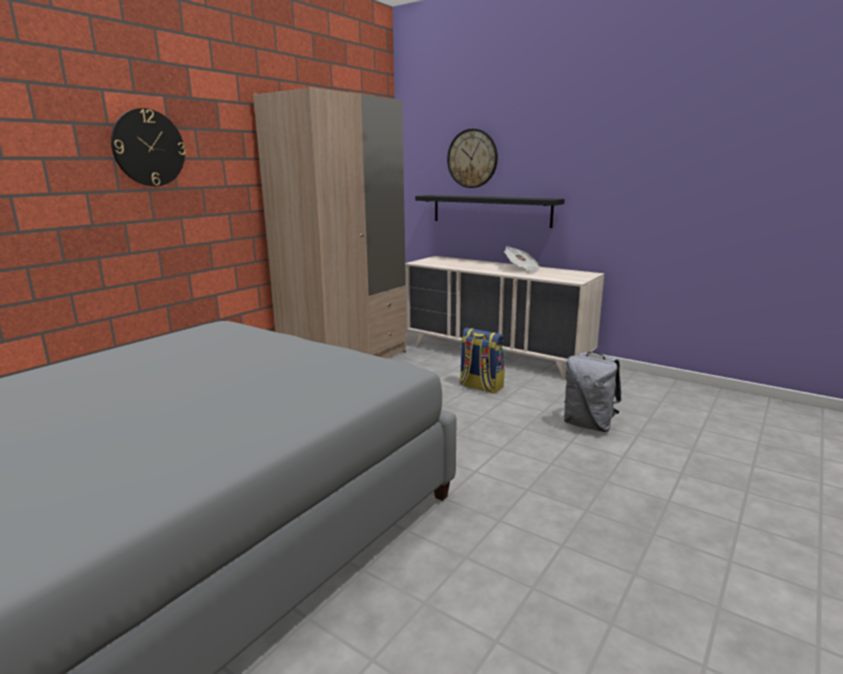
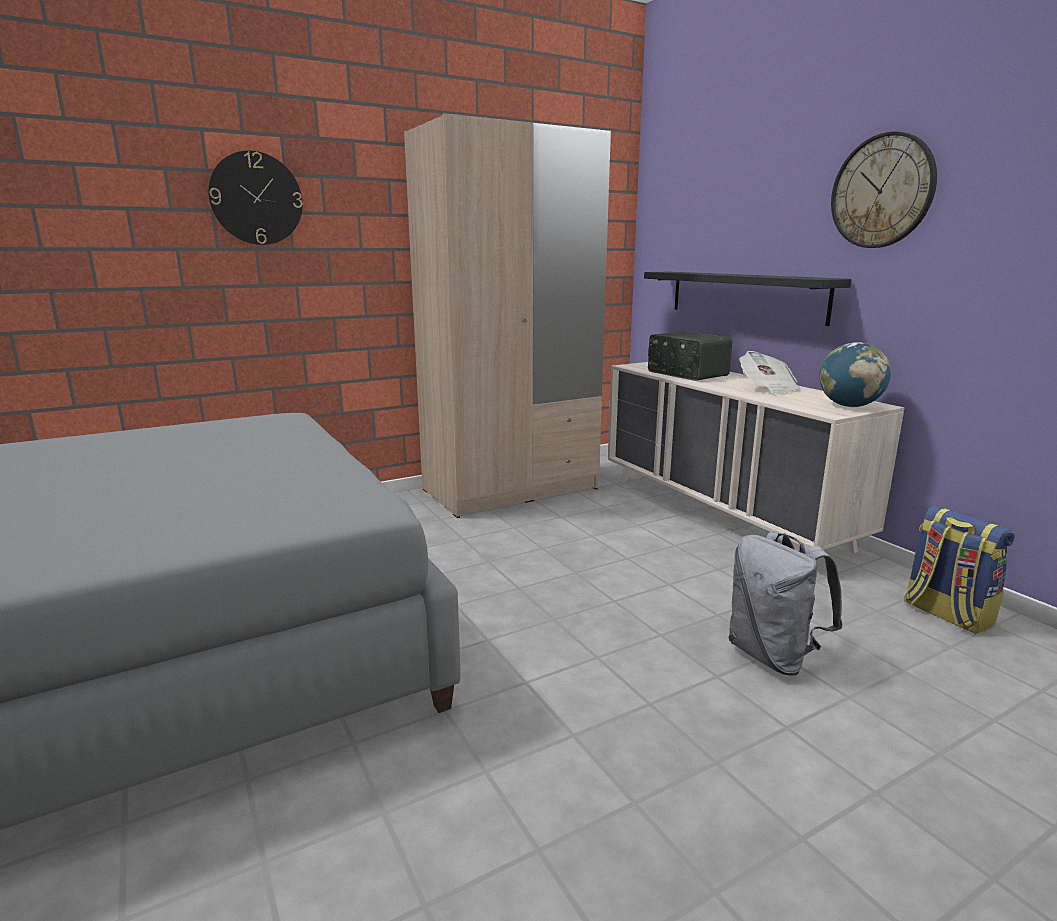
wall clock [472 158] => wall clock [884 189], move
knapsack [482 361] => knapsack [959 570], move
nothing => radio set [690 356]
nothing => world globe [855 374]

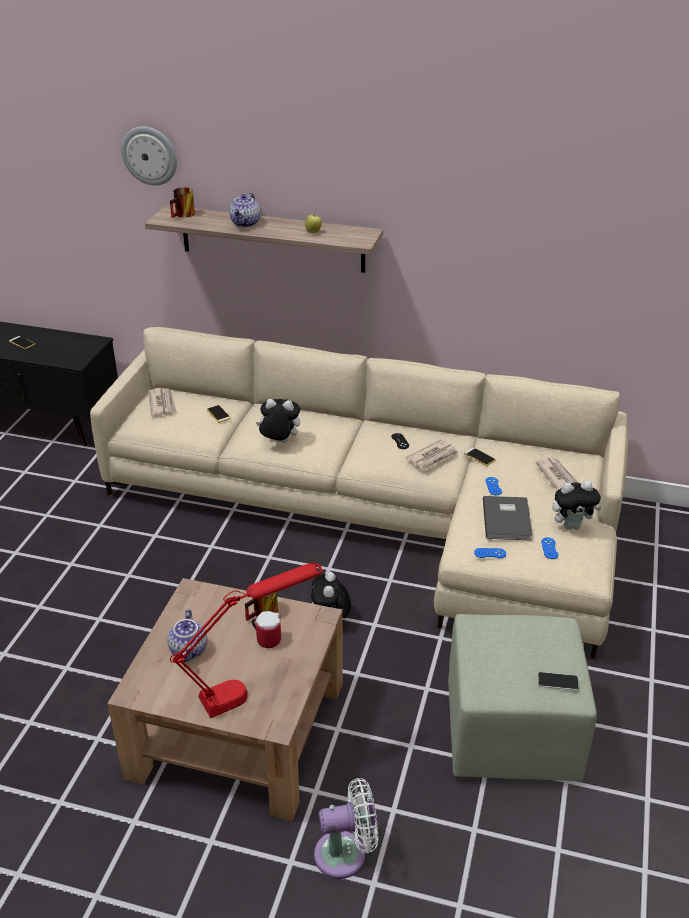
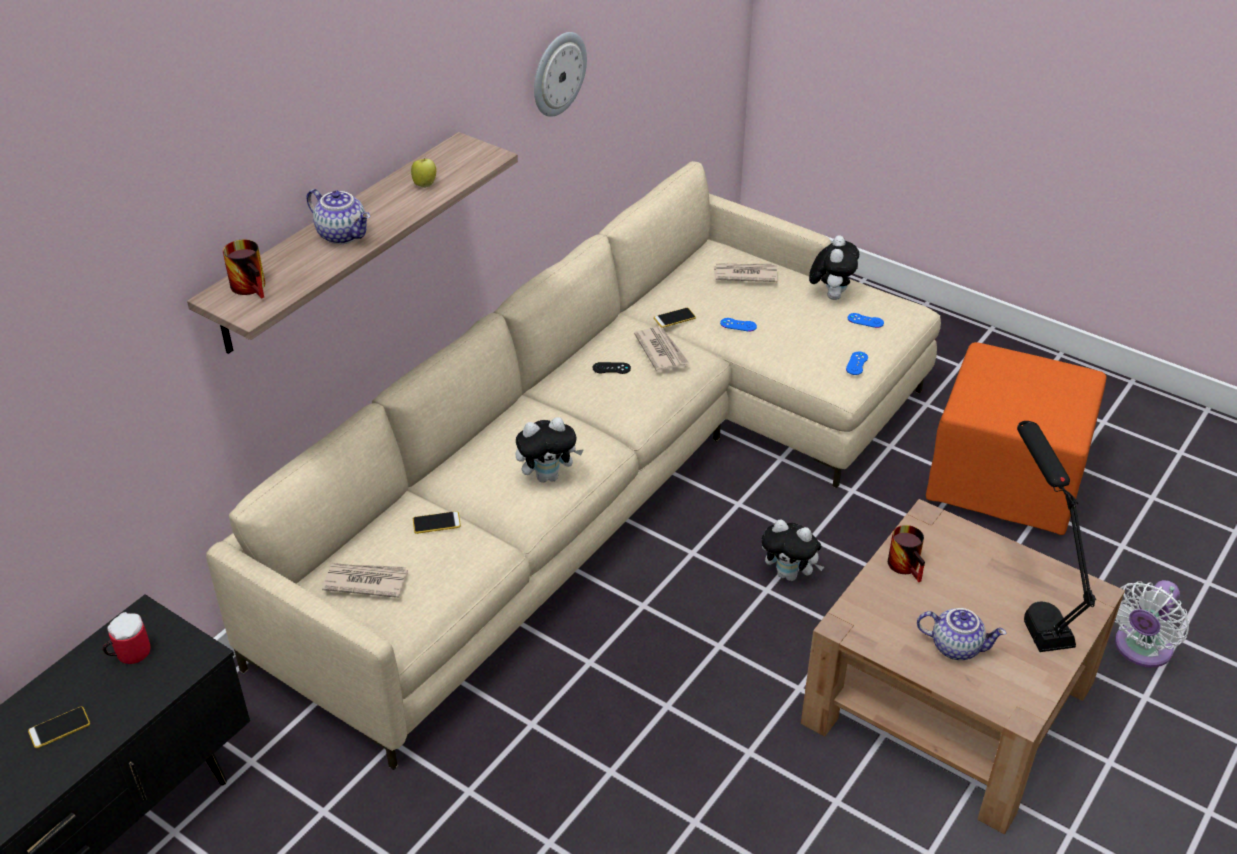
wall clock [149 156] => wall clock [560 74], move
plush toy [278 421] => plush toy [550 450], 135 degrees counterclockwise
gray book [507 518] => nothing
red-coloured table lamp [246 640] => black-coloured table lamp [1056 536]
mug [266 629] => mug [127 638], move
green-coloured pouffe [522 697] => orangey pouffe [1016 438]
telephone [558 681] => nothing
white cooling fan [346 828] => white cooling fan [1152 623], 150 degrees counterclockwise

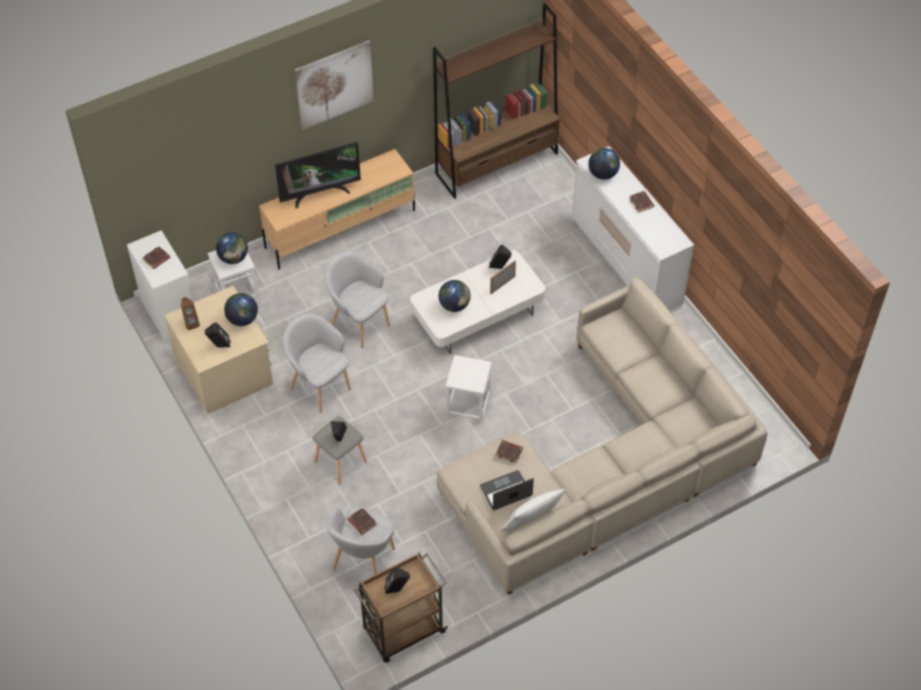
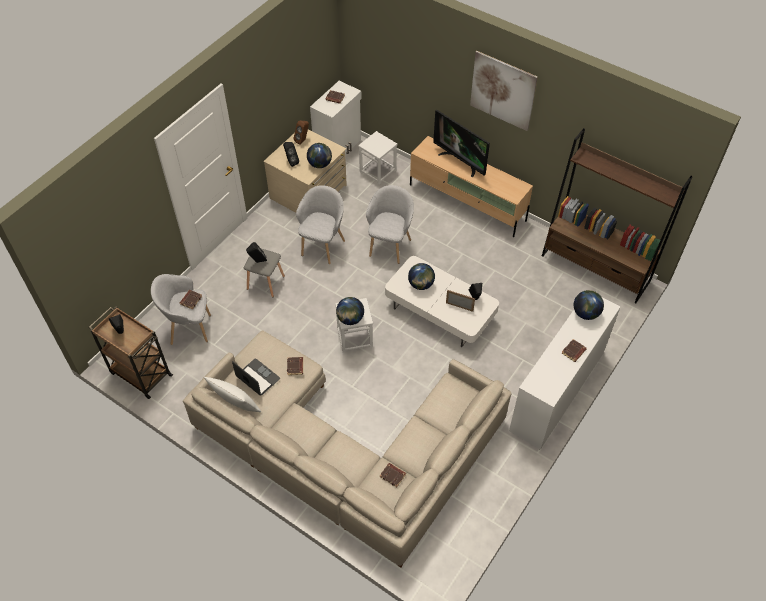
world globe [232 248] => world globe [350 311], move
nothing => brown book [393 475]

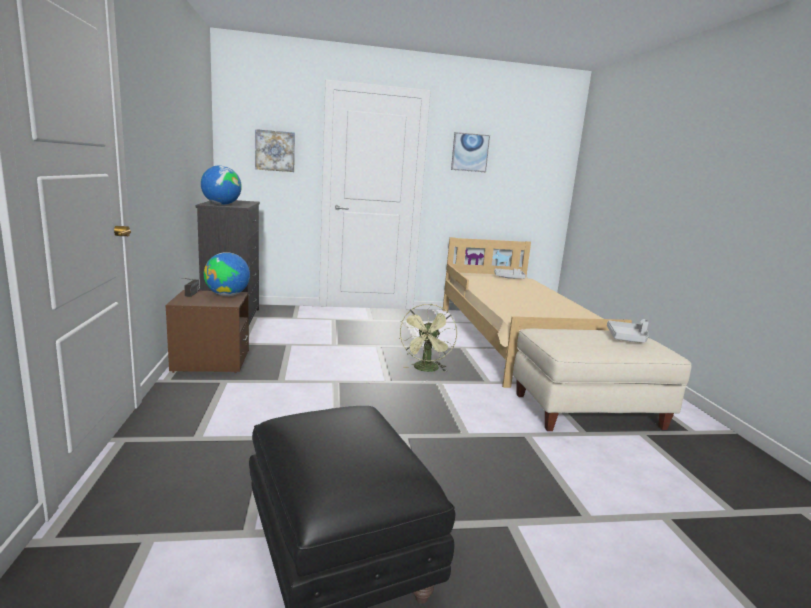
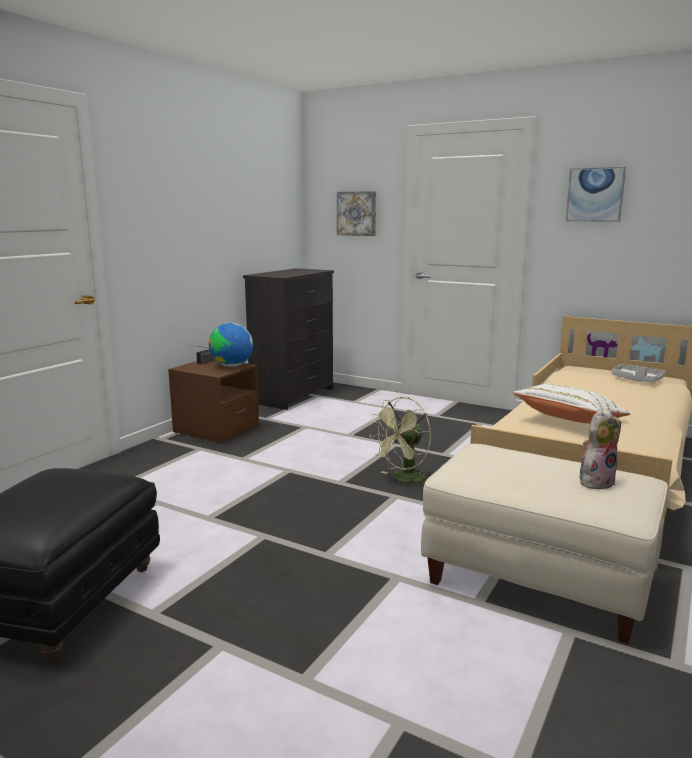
world globe [221 185] => nothing
gray serving tray [628 331] => plush toy [600 448]
nothing => white throw pillow [572 403]

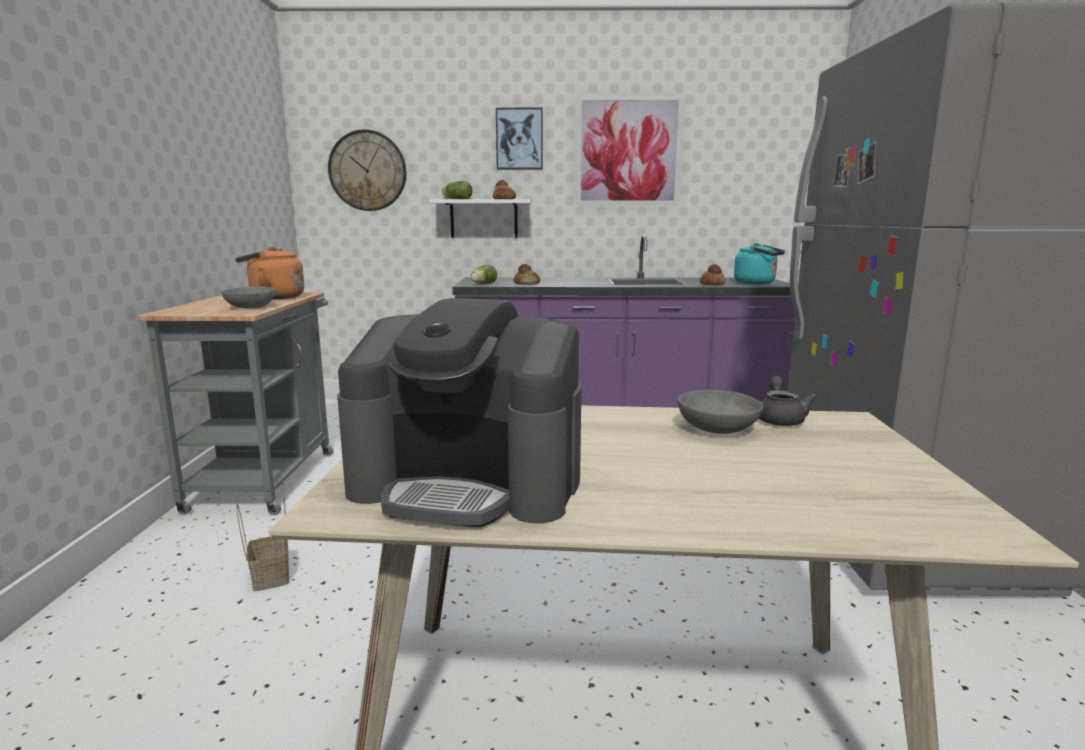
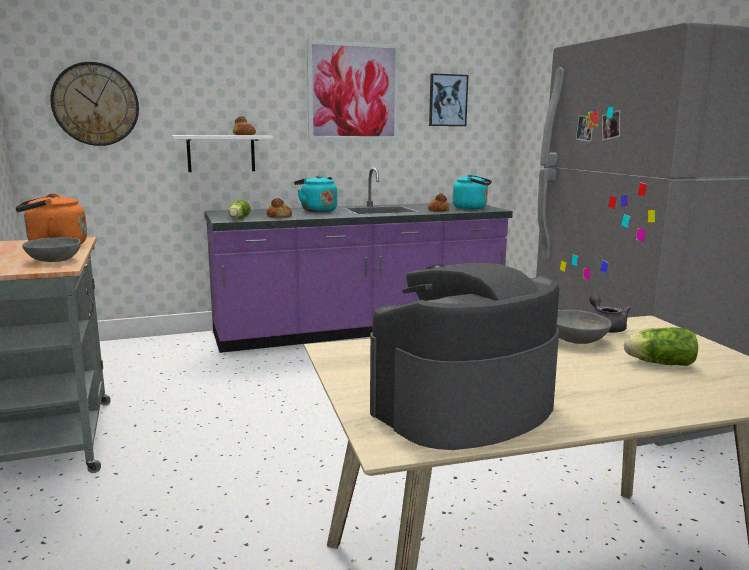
wall picture [519 139] => wall picture [449 99], move
head of lettuce [457 190] => head of lettuce [661 346], move
coffee maker [459 413] => coffee maker [464 356], 150 degrees clockwise
basket [262 544] => nothing
nothing => turquoise-coloured tea kettle [315 193]

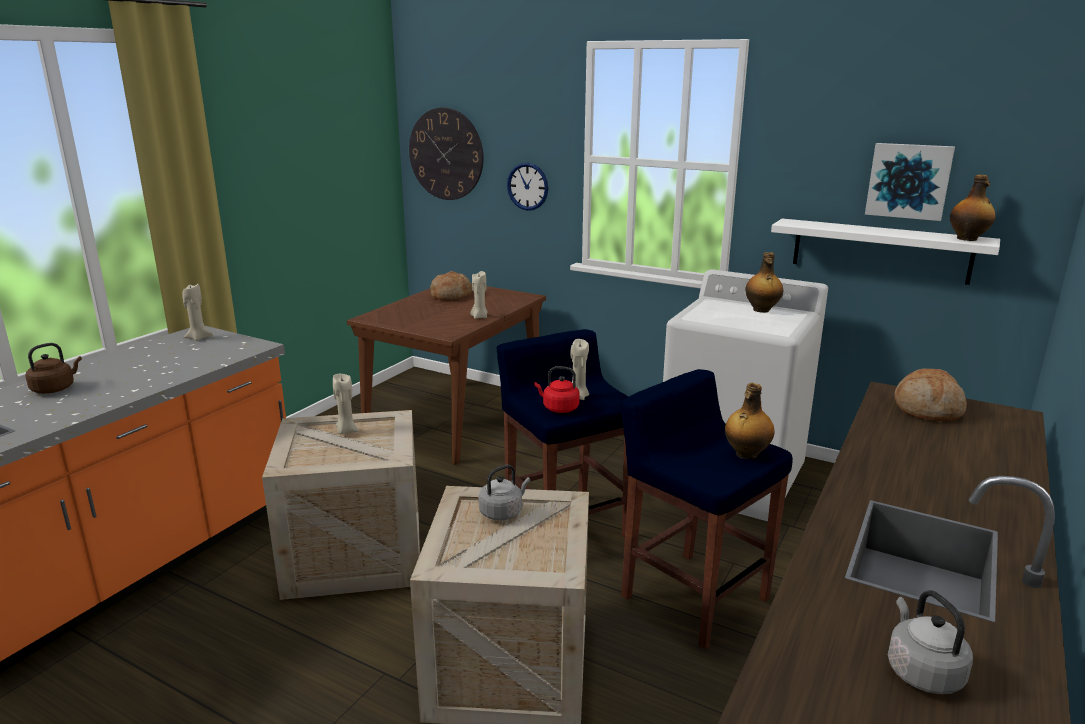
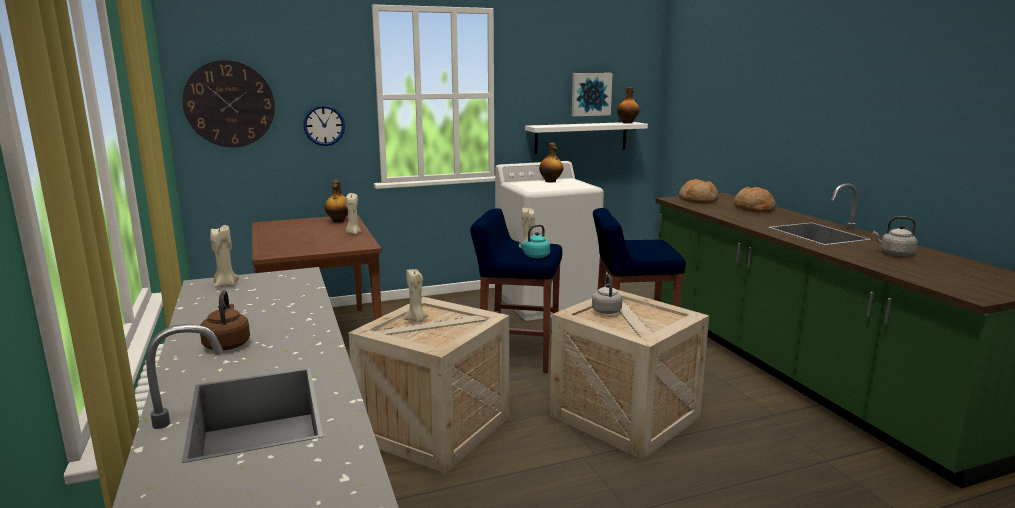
bread [451 286] => bread [755 199], move
red-coloured tea kettle [557 389] => turquoise-coloured tea kettle [534 241]
drink bottle [750 421] => drink bottle [336 201], move

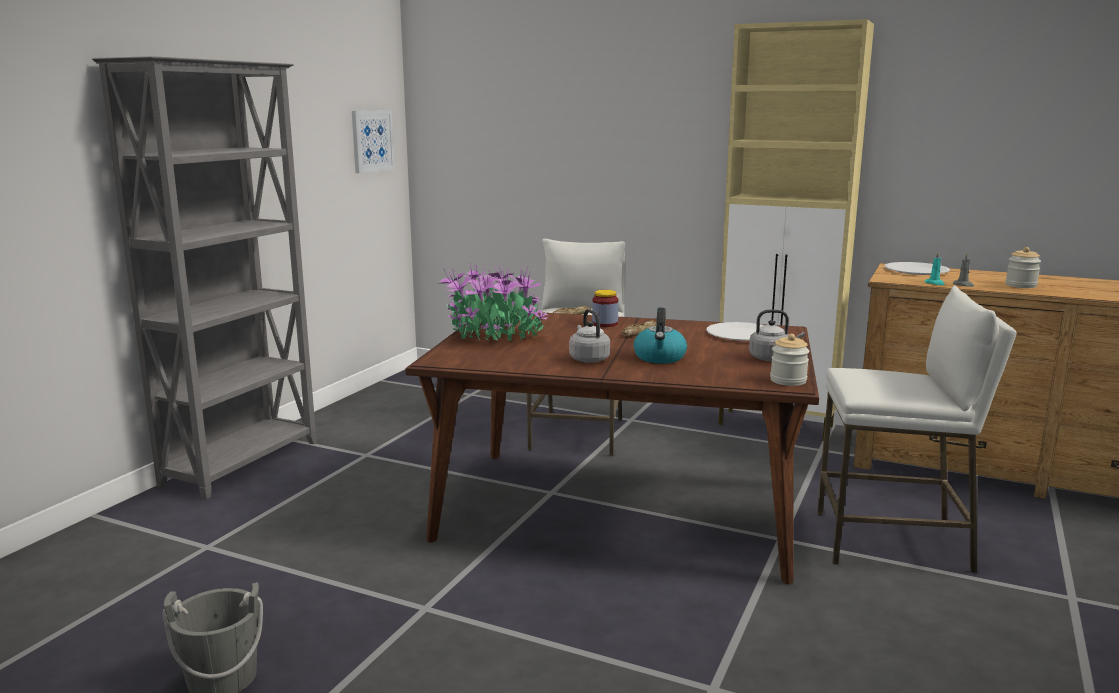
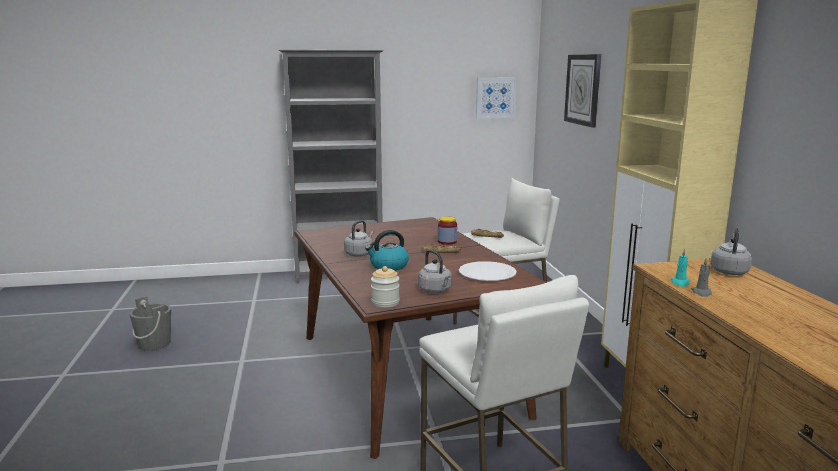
preserve jar [1023 267] => nothing
white flat dish [917 268] => gray tea kettle [731 251]
potted plant [493 302] => nothing
nothing => wall clock [582 91]

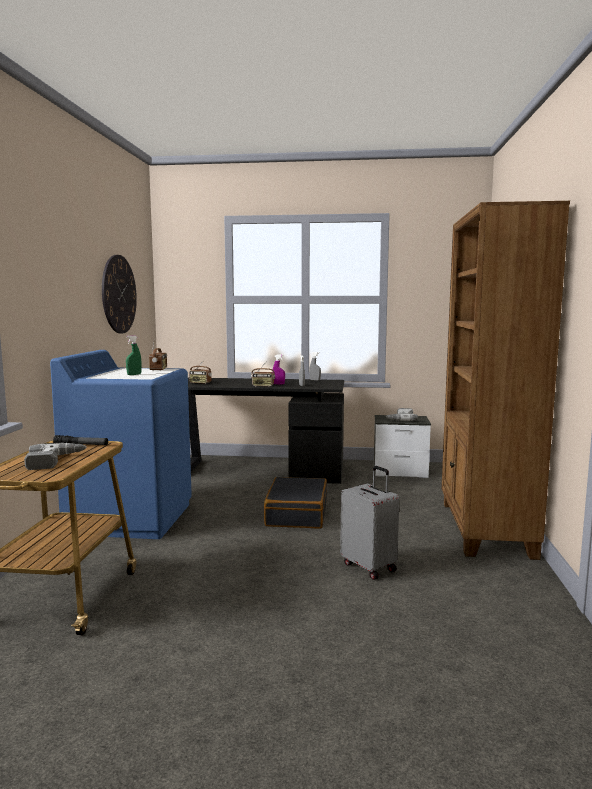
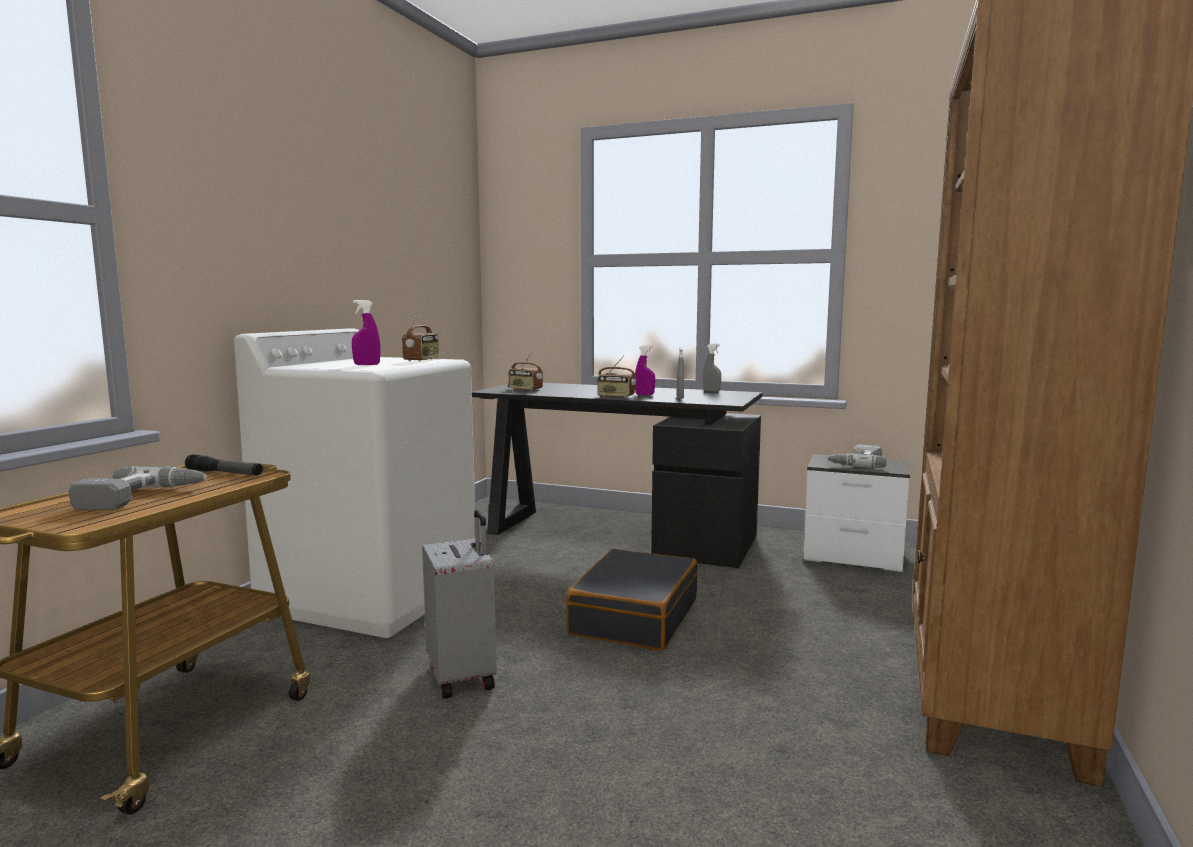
wall clock [119 294] => nothing
green-coloured hand sprayer [134 355] => purplish hand sprayer [366 332]
blue washing machine [121 444] => white washing machine [354 483]
gray travel case [369 523] => gray travel case [459 604], move

